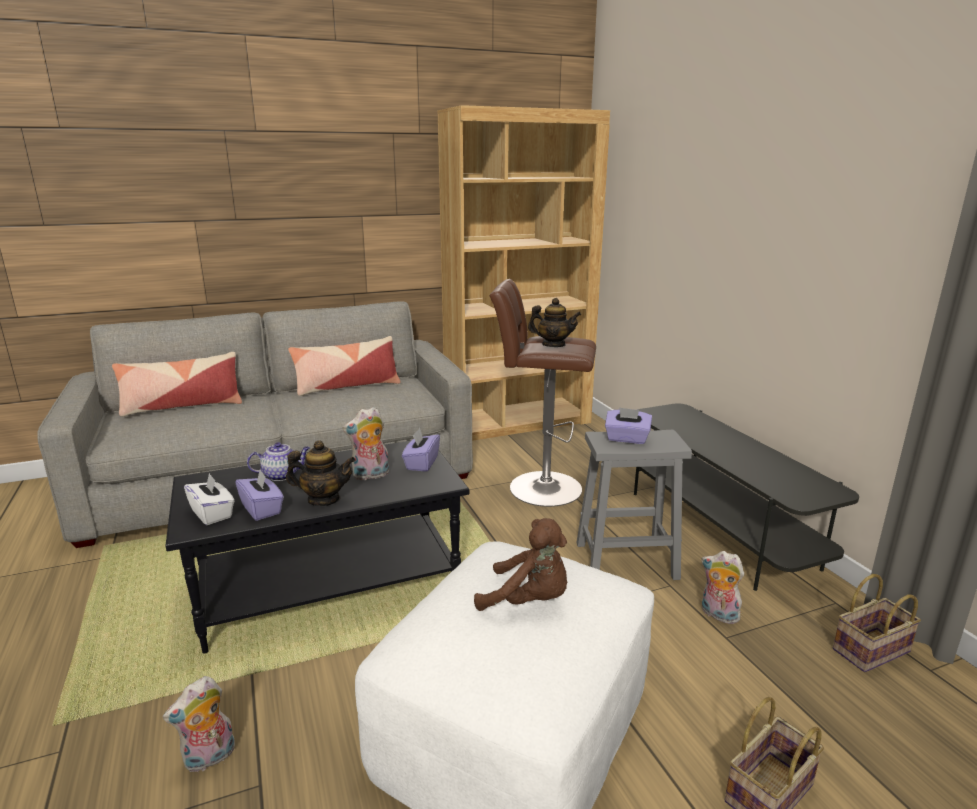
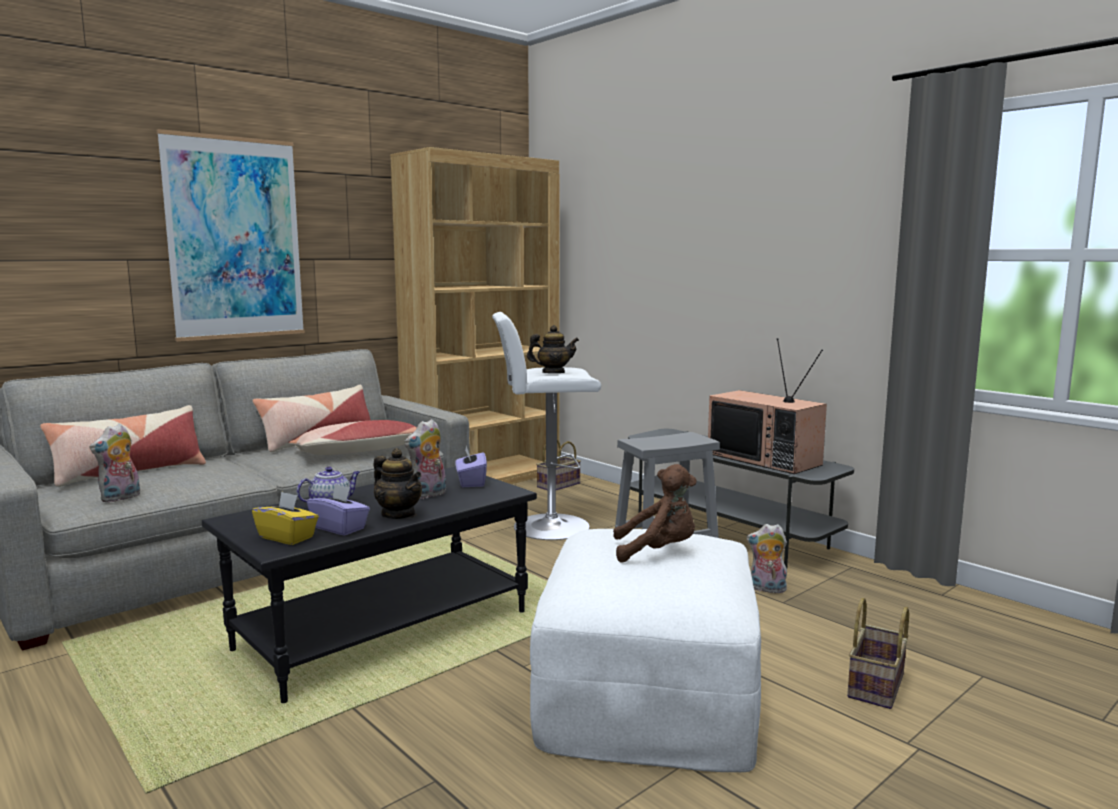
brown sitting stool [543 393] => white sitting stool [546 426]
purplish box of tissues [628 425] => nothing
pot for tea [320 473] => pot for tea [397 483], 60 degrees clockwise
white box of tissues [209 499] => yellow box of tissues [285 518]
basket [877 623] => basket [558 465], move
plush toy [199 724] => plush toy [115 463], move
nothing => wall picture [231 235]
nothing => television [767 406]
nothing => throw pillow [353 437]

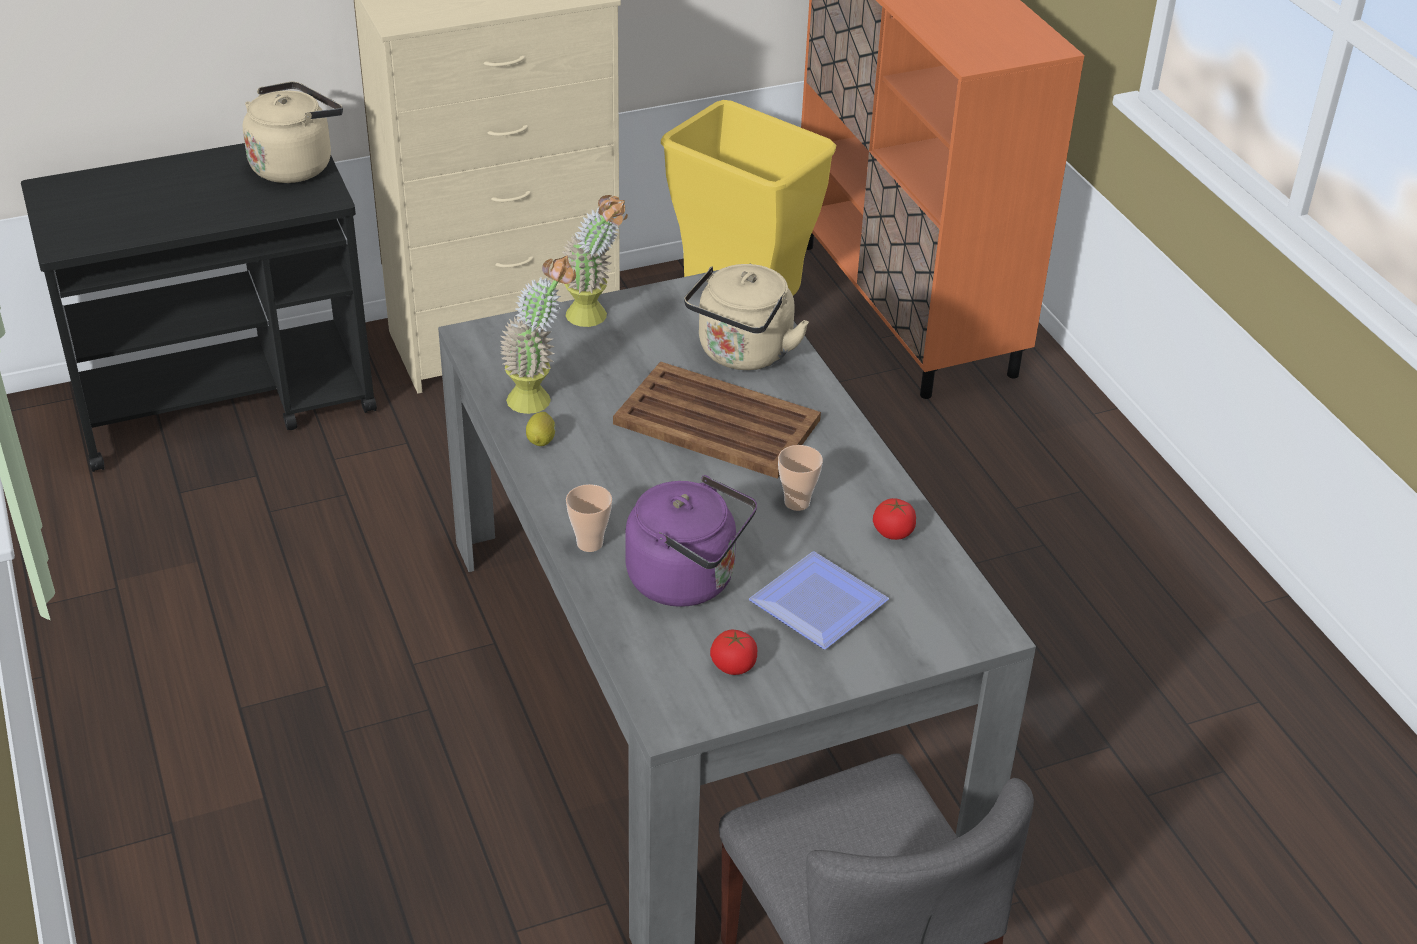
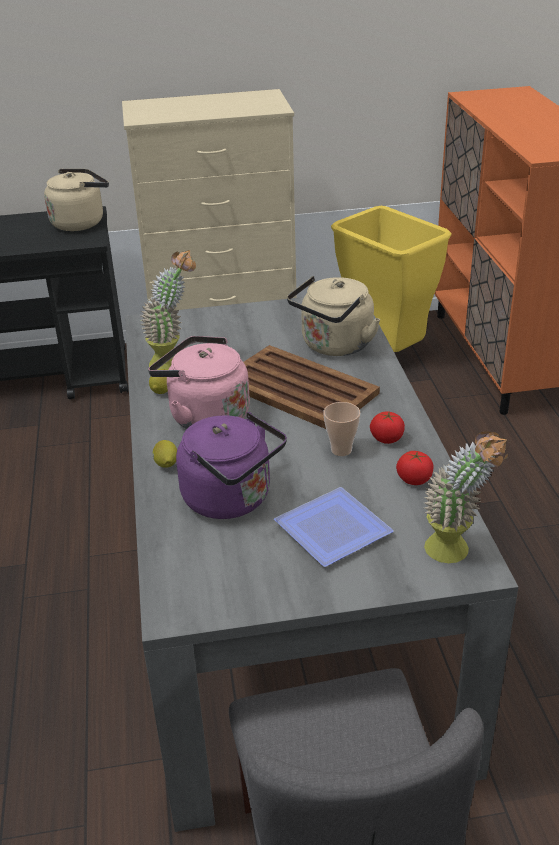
potted plant [595 261] => potted plant [466 497], move
cup [589 518] => citrus fruit [164 454]
whole tomato [733 652] => whole tomato [387 427], move
nothing => pink tea kettle [199 382]

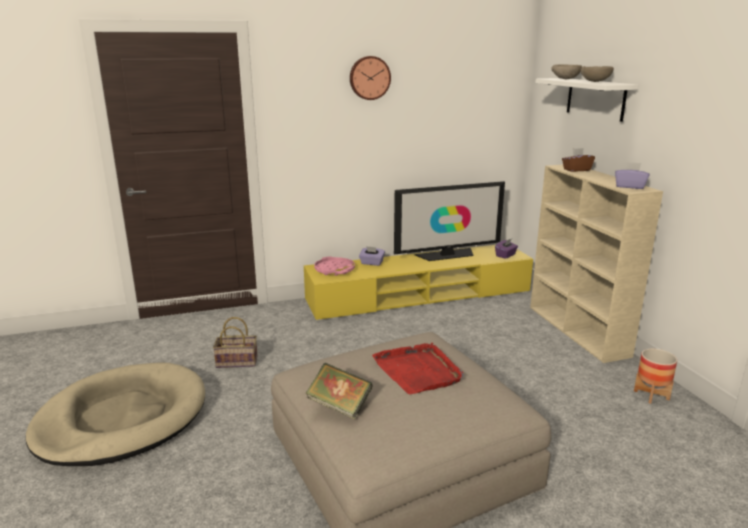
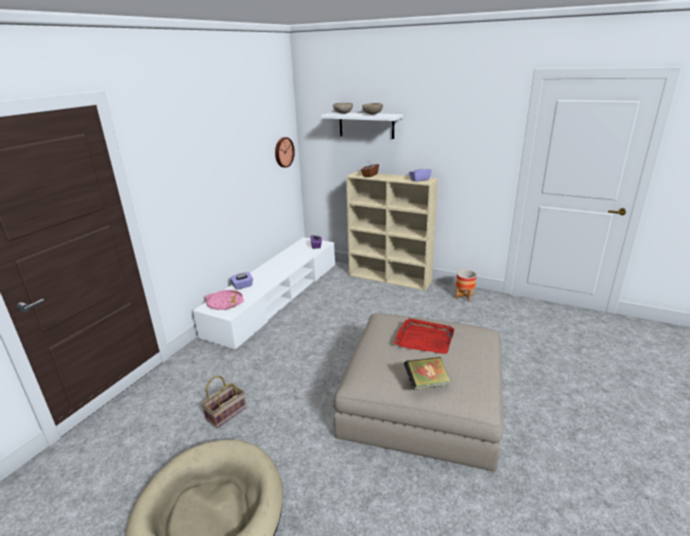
wall clock [370 78] => wall clock [285 152], move
television [449 221] => nothing
yellow tv stand [418 283] => white tv stand [264 293]

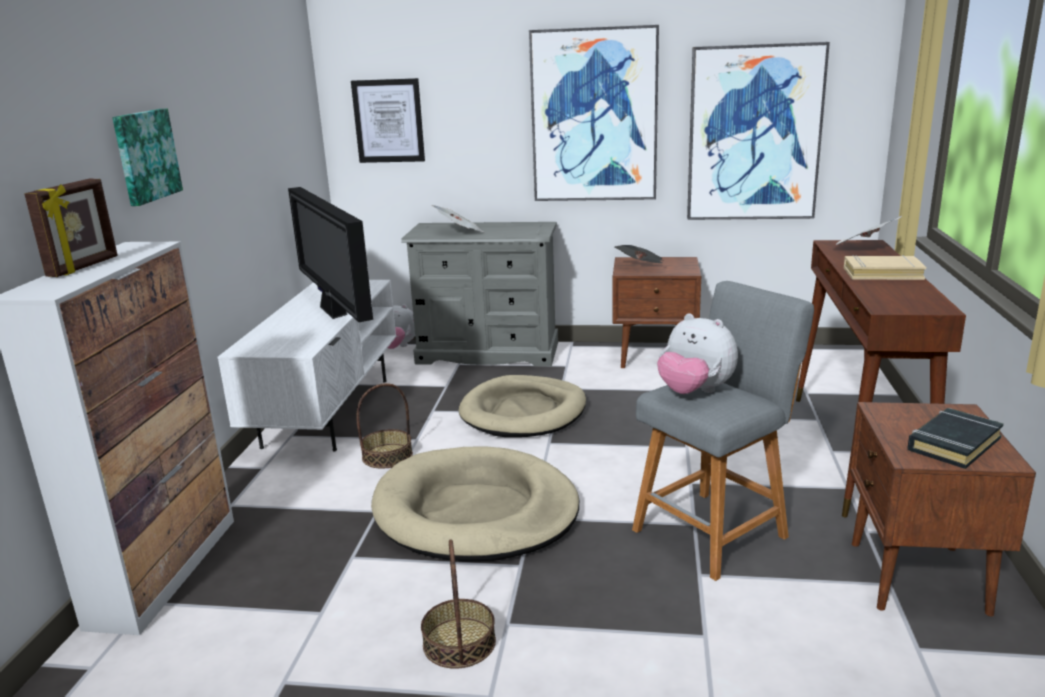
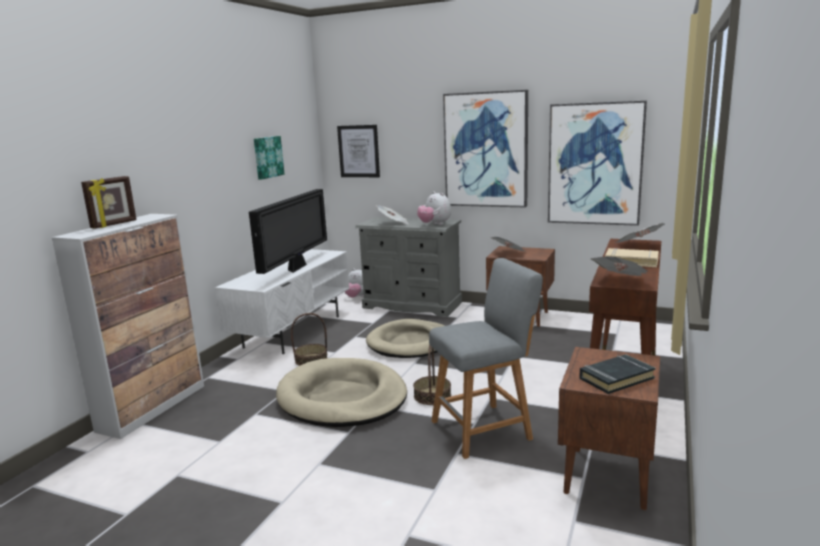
wall picture [147 157] => wall picture [269 158], move
television [330 254] => television [288 231], 150 degrees counterclockwise
plush toy [697 353] => plush toy [434 208], move
basket [458 604] => basket [432 375], move
nothing => printed paper [619 266]

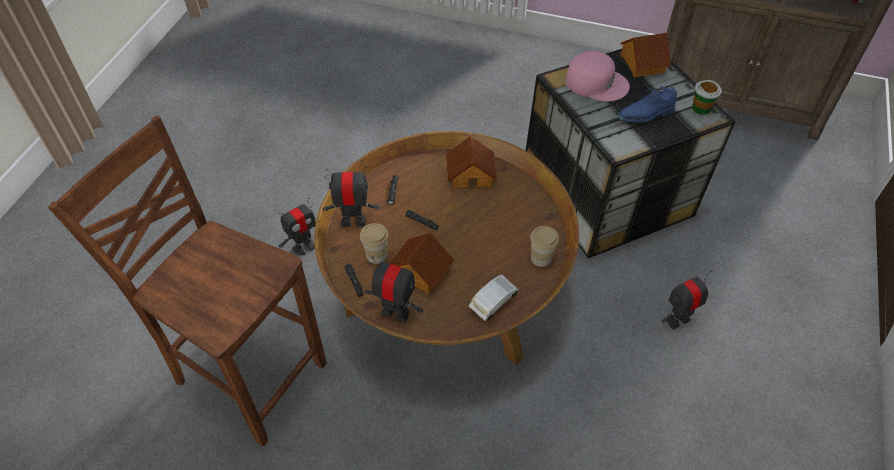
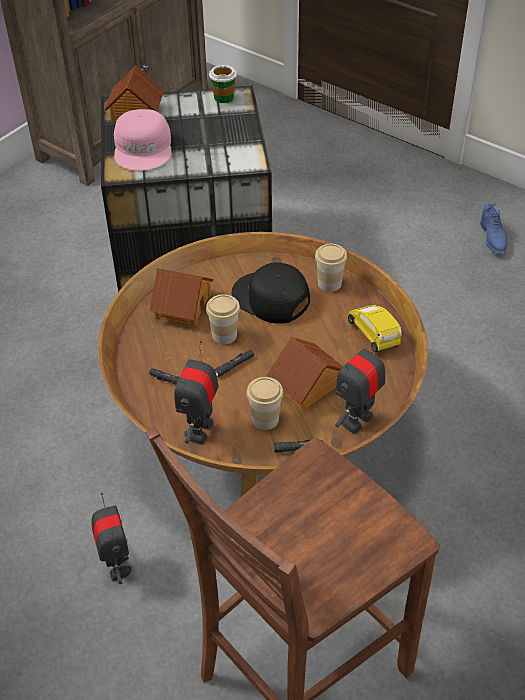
pink cap [598 75] => pink cap [142 140], 135 degrees clockwise
blue shoe [647 104] => blue shoe [493 228], move
robot figure [686 300] => nothing
white toy car [494 298] => yellow toy car [375 328]
nothing => black-coloured cap [270 293]
nothing => cup [223 319]

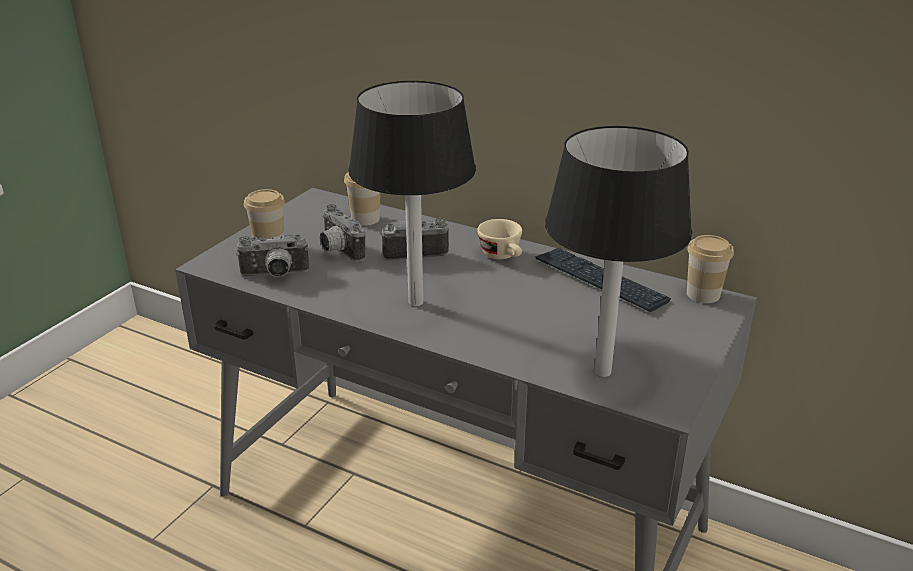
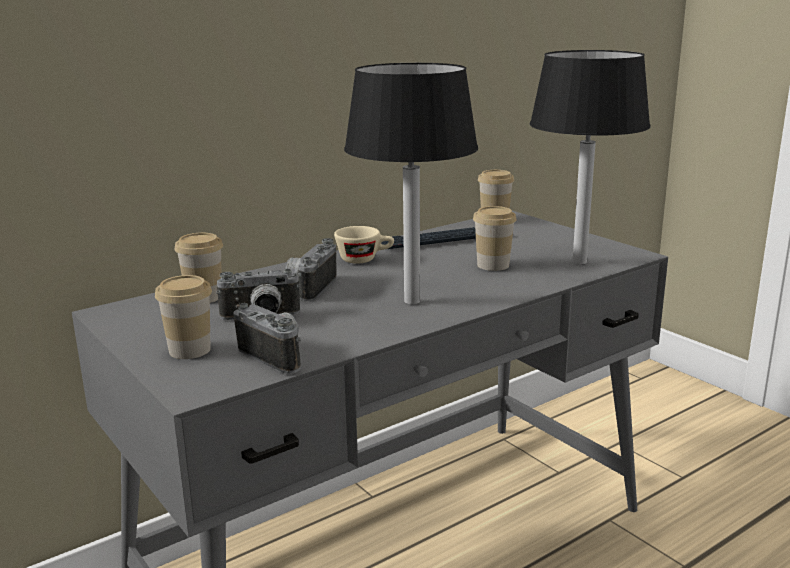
still camera [272 255] => still camera [267 338], 60 degrees counterclockwise
nothing => cup [494 238]

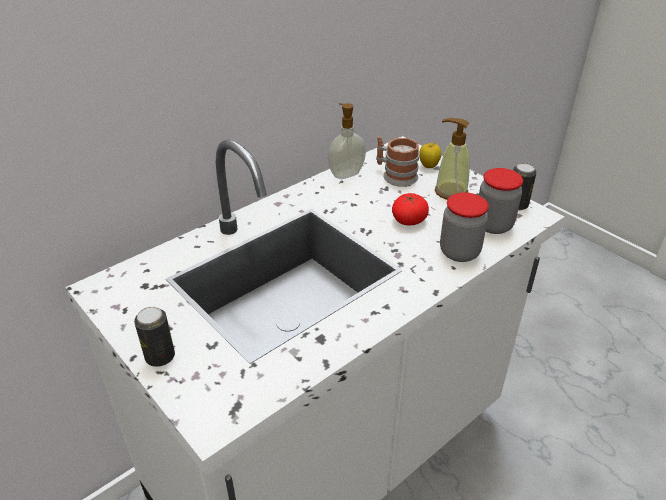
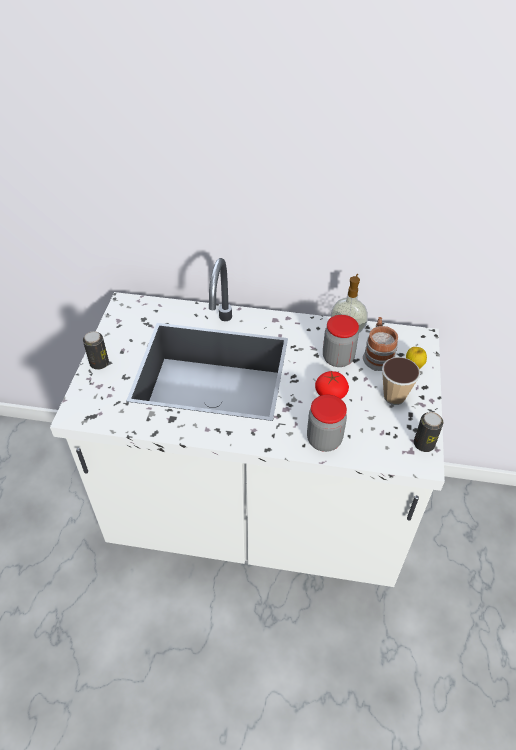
soap bottle [452 159] => cup [401 381]
preserve jar [501 201] => preserve jar [341 341], move

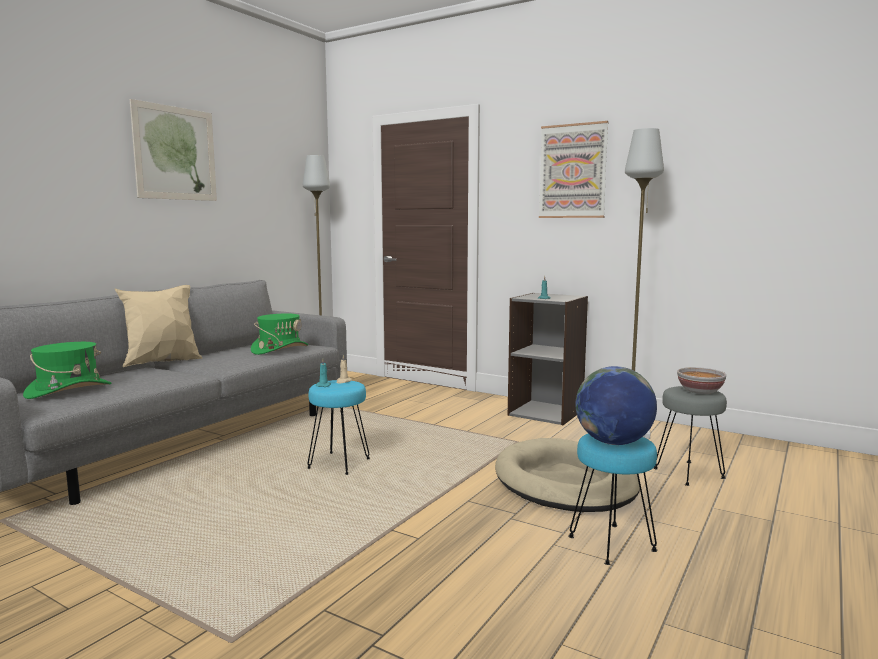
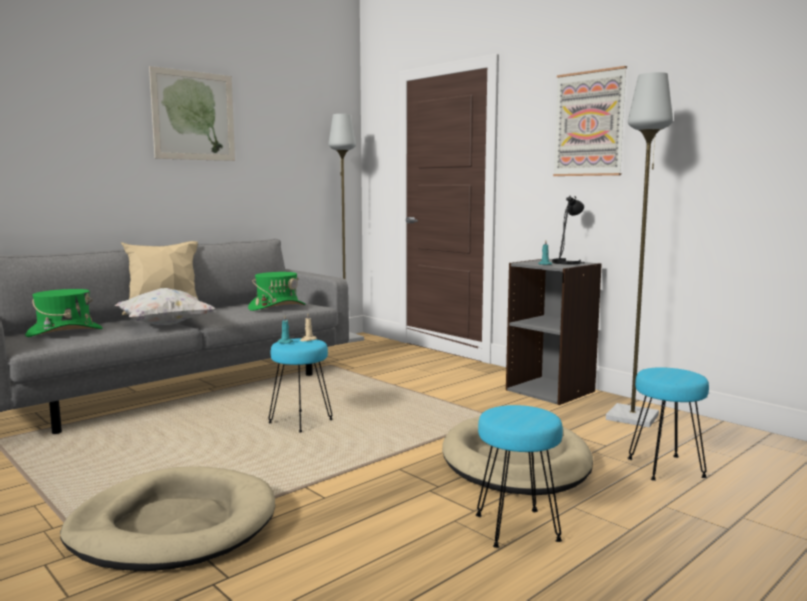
world globe [616 405] => nothing
bowl [701 380] => nothing
gray sitting stool [690 436] => turquoise-coloured sitting stool [668 424]
nothing => black-coloured table lamp [568 230]
nothing => white throw pillow [165 306]
nothing => beige-coloured dog bed [167 518]

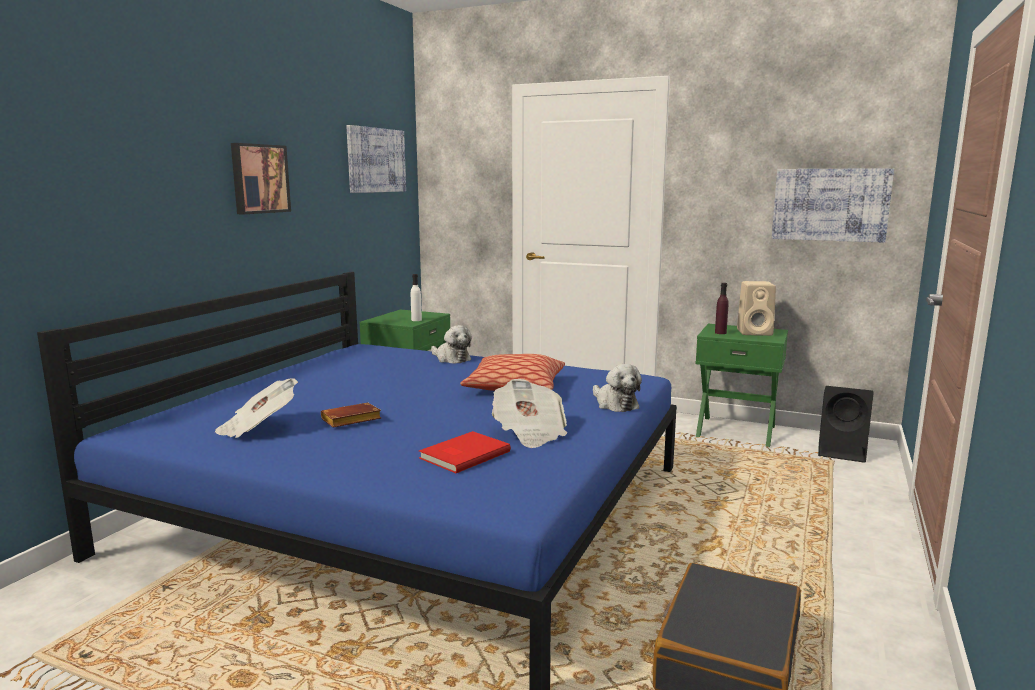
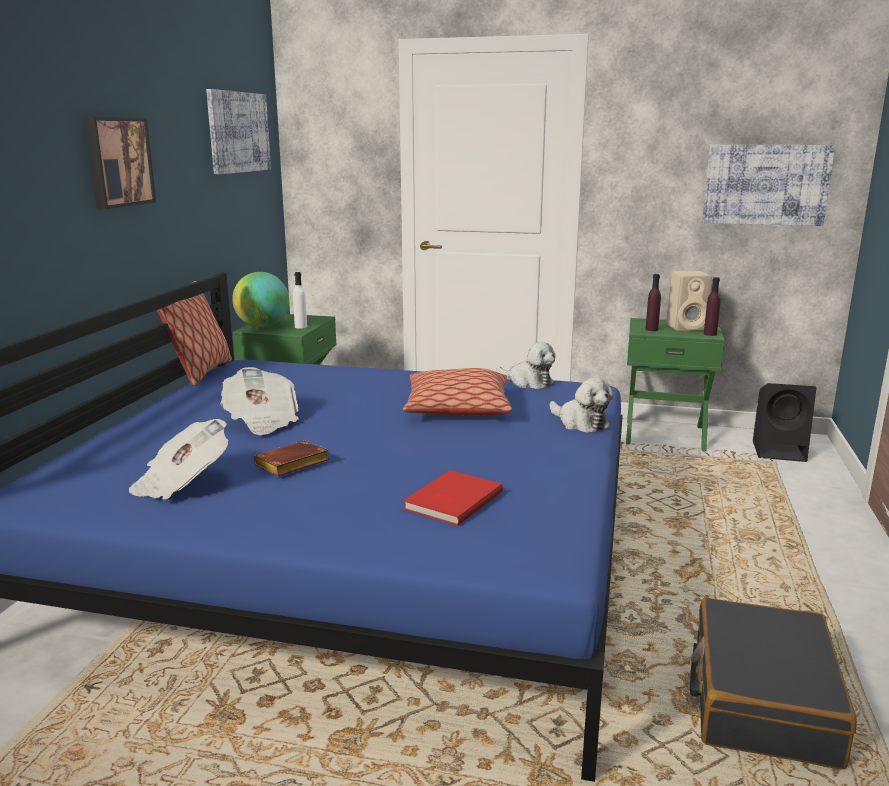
plush toy [451 344] => plush toy [526 365], move
printed paper [529 413] => printed paper [259 401], move
nothing => world globe [260 299]
nothing => purplish drink bottle [712 306]
nothing => throw pillow [194 333]

